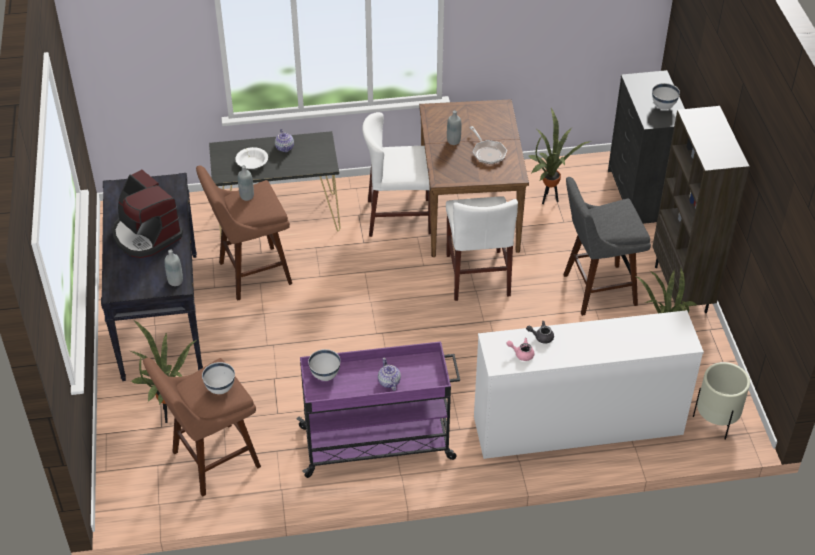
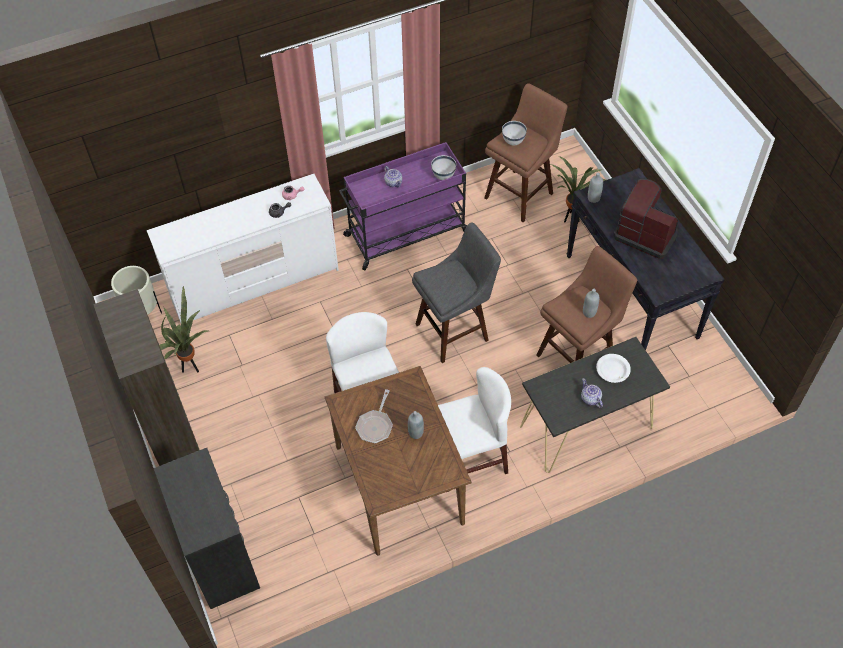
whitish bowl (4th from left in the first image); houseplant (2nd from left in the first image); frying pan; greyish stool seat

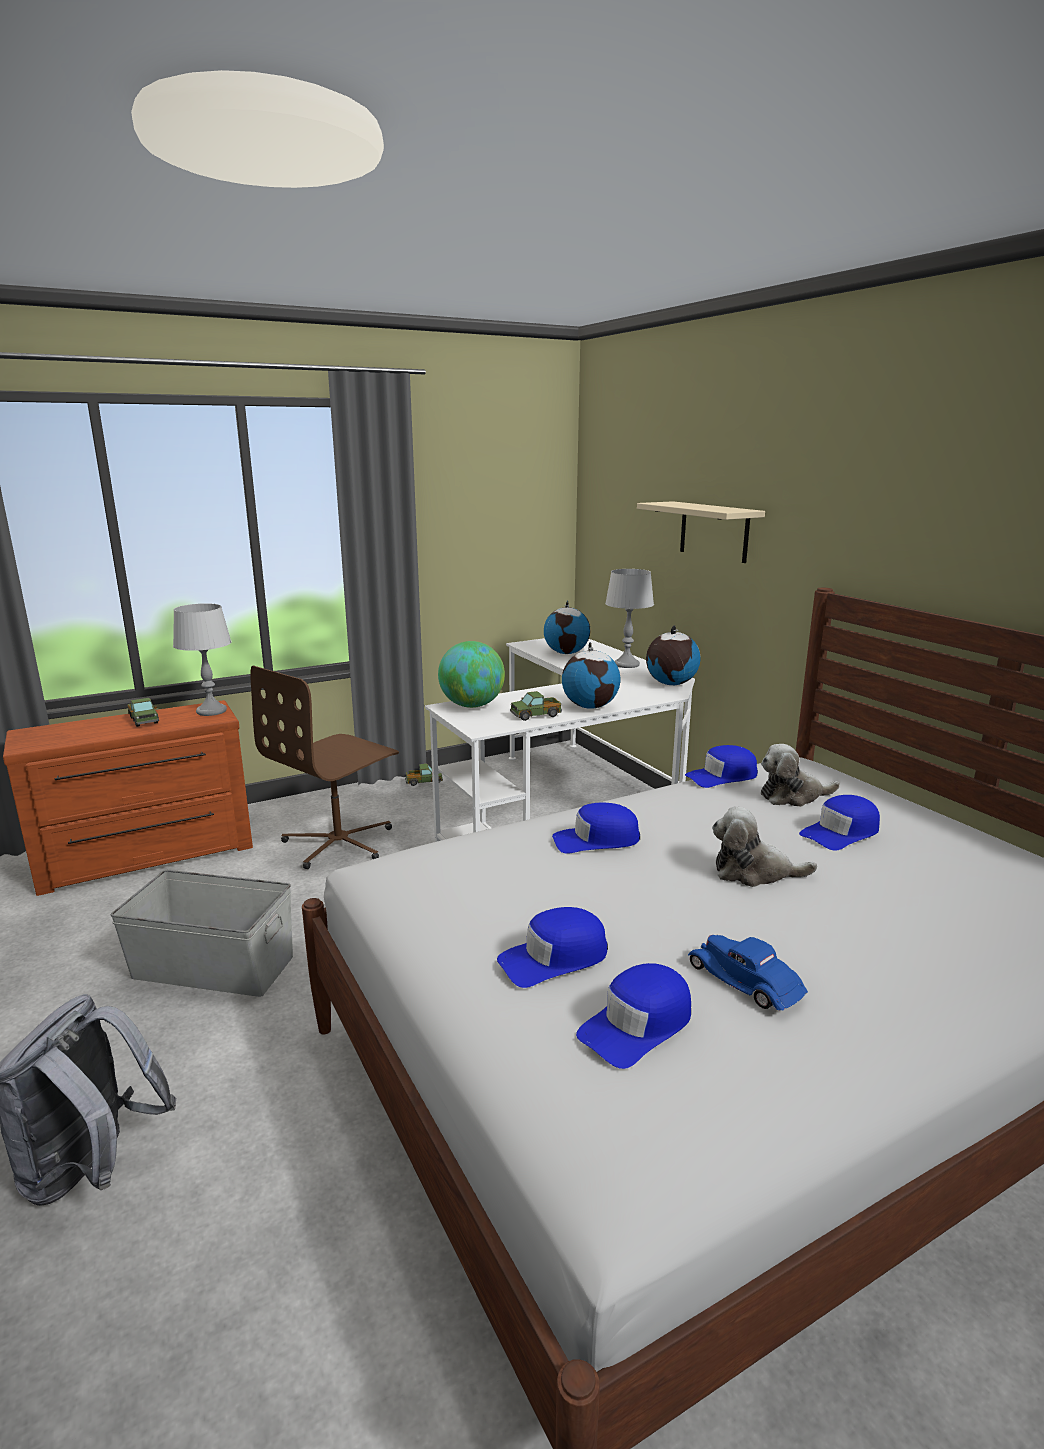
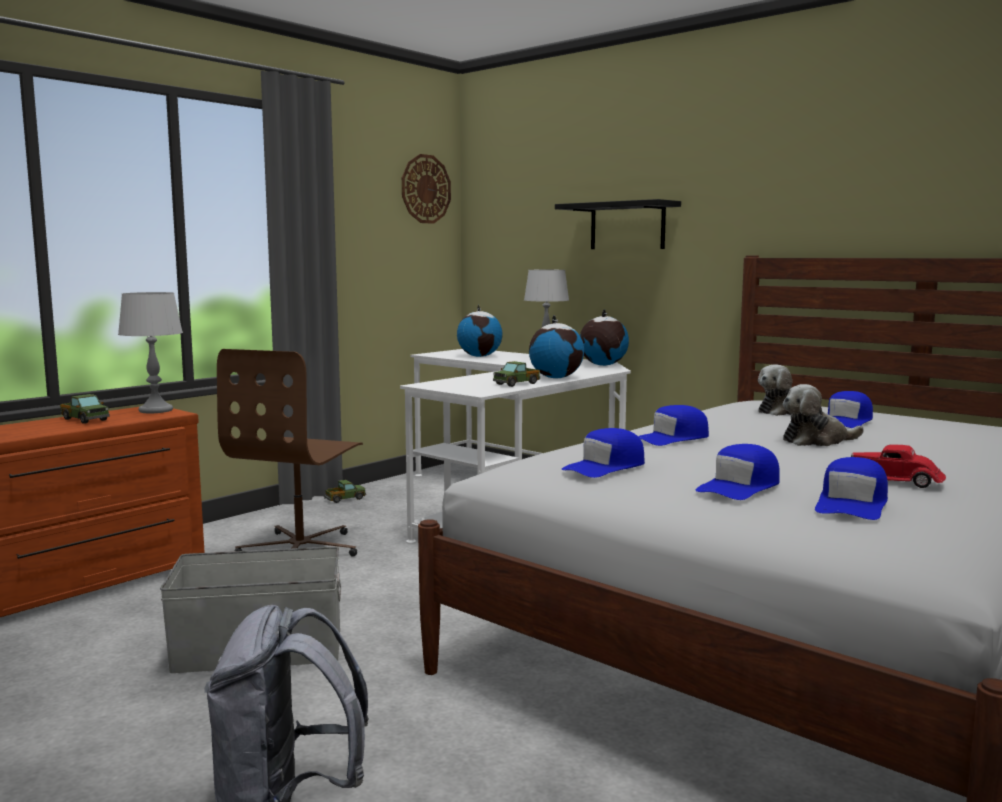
blackish wall shelf; world globe (1st from left in the first image); blue peaked cap (1st from left); reddish toy car; hanging clock

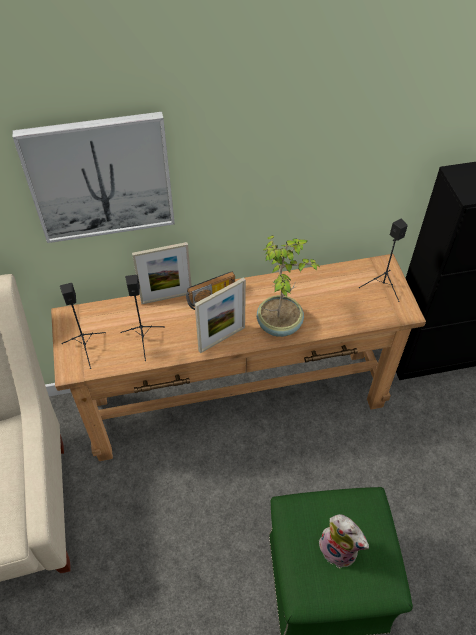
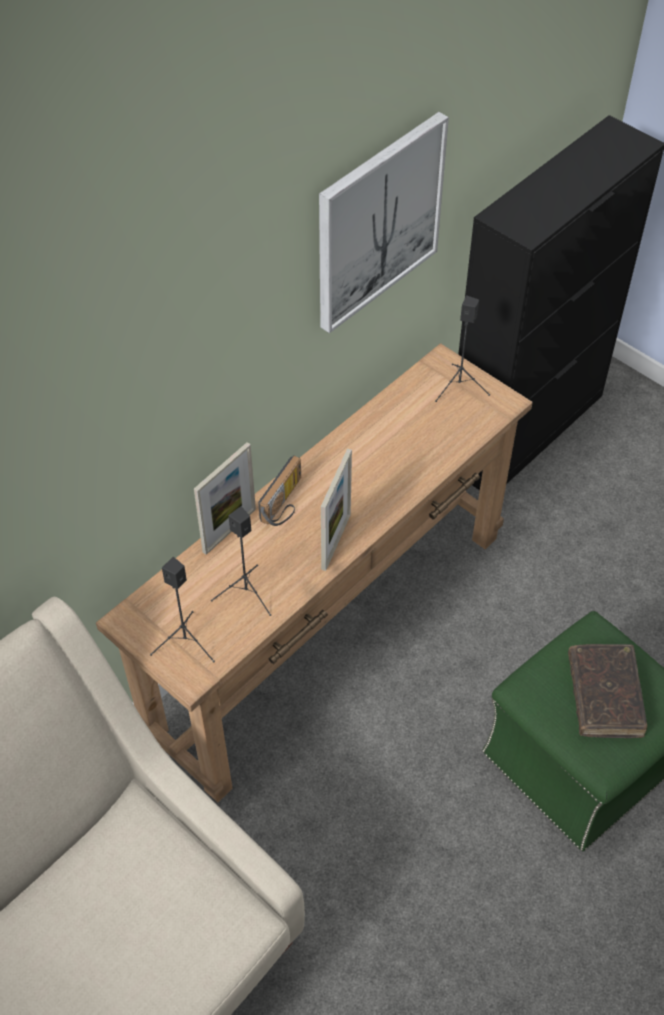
wall art; houseplant; brown-coloured book

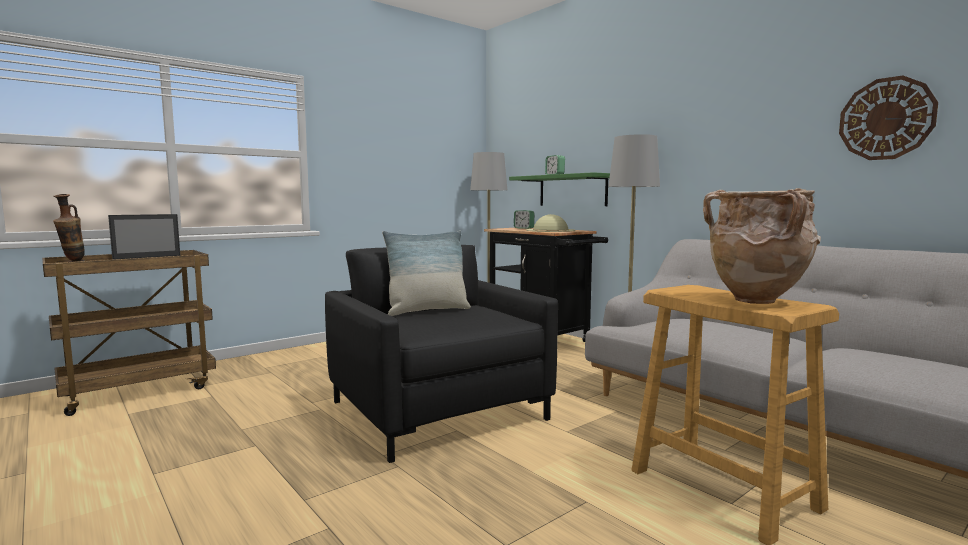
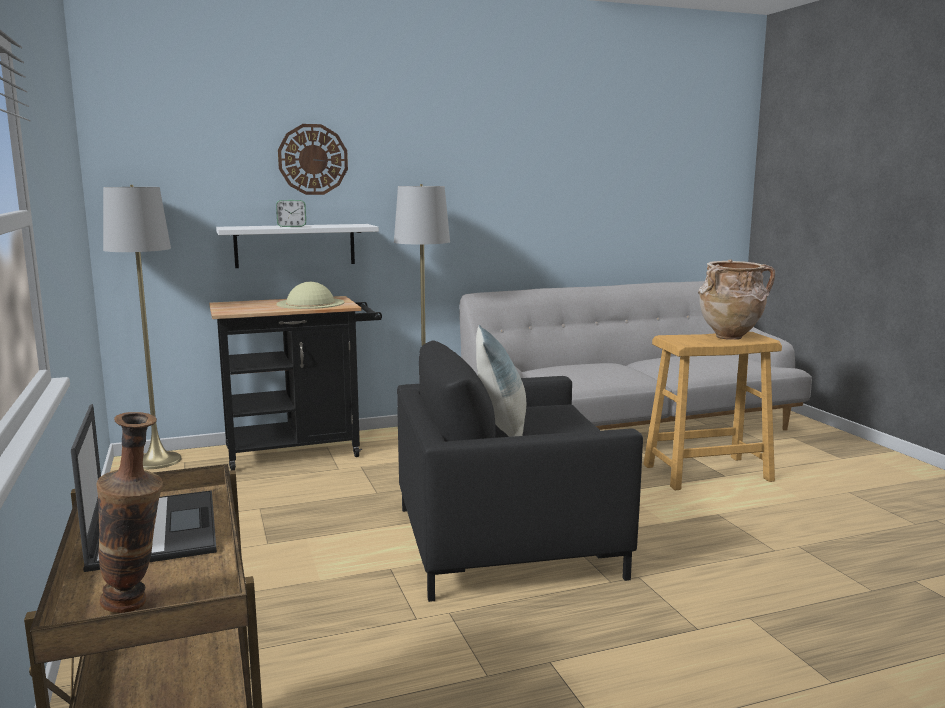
hanging clock; whitish wall shelf; table clock (1st from left in the first image)

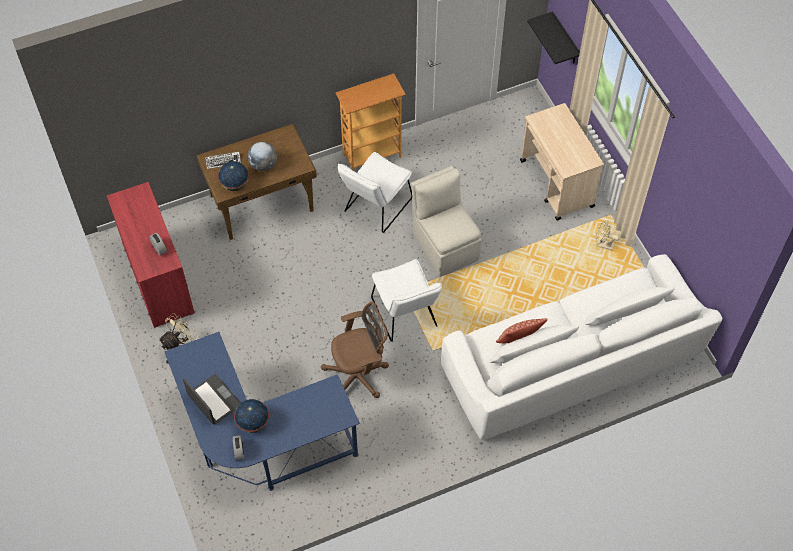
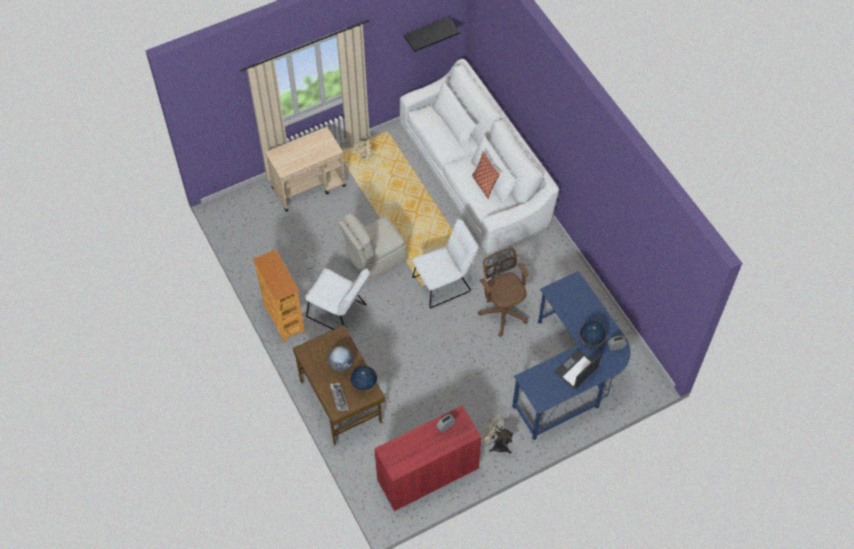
blackish wall shelf

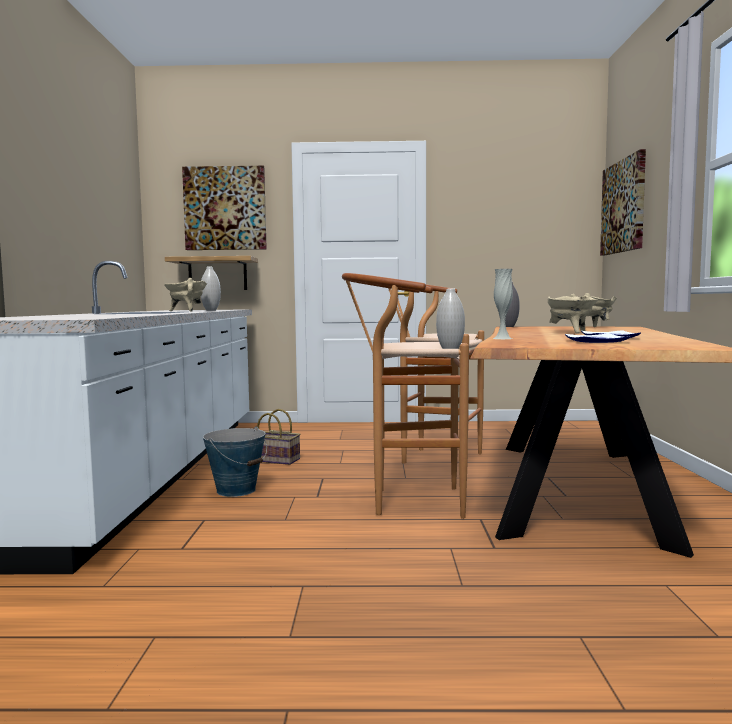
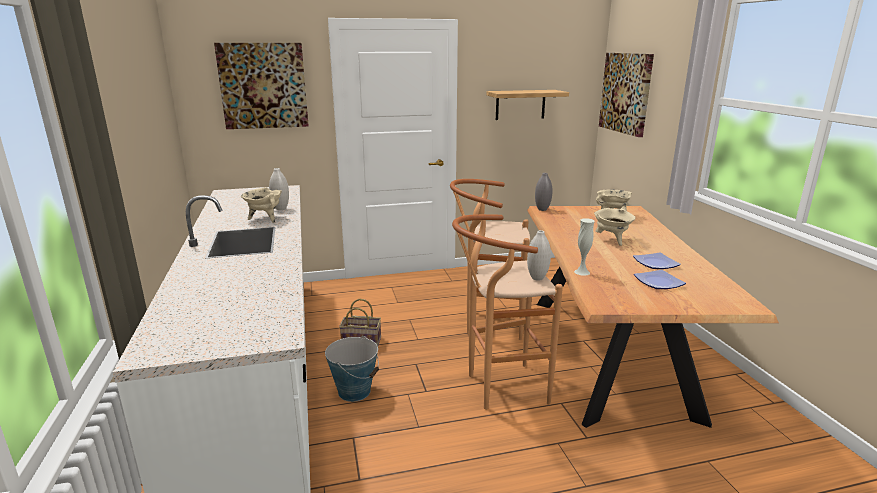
wall shelf

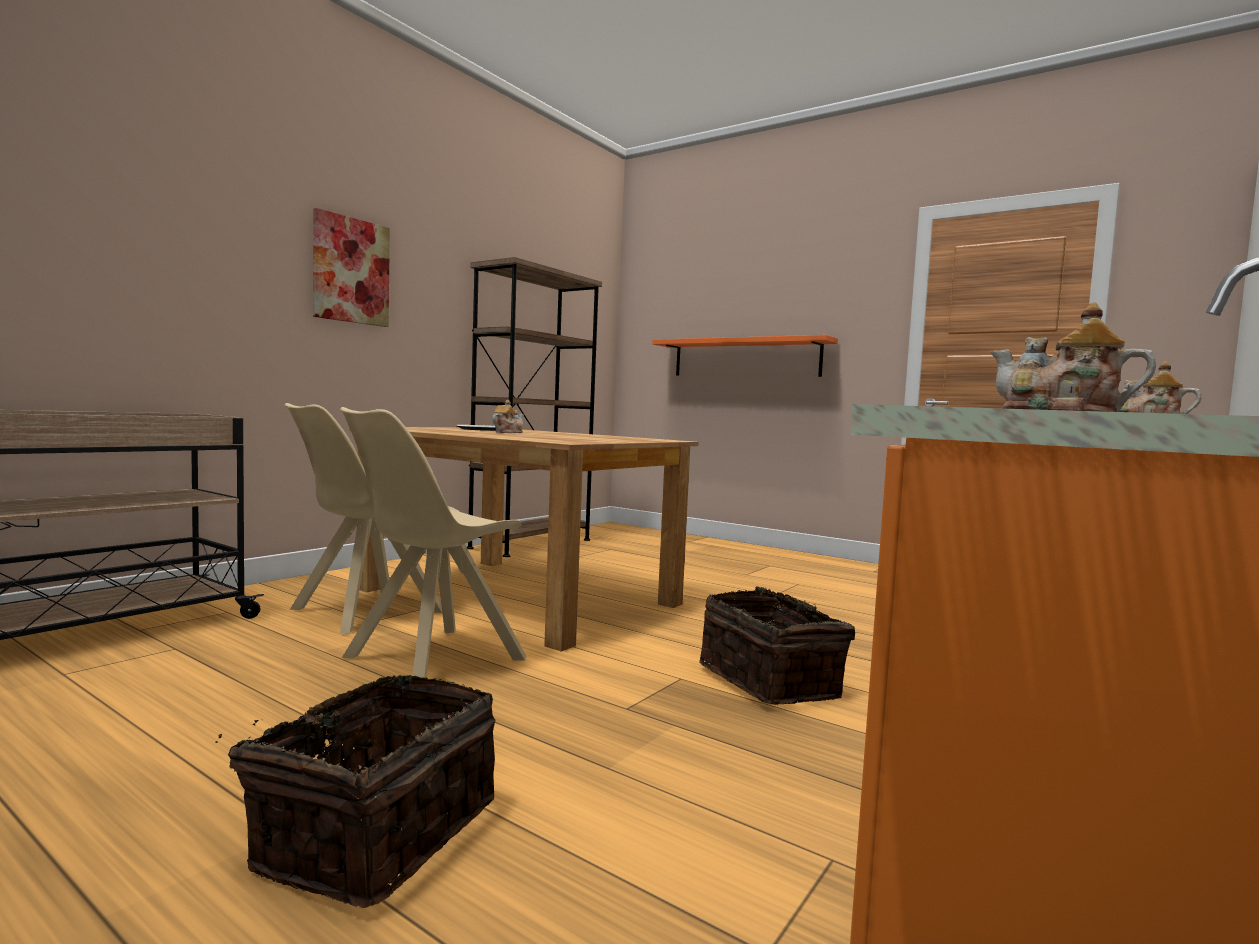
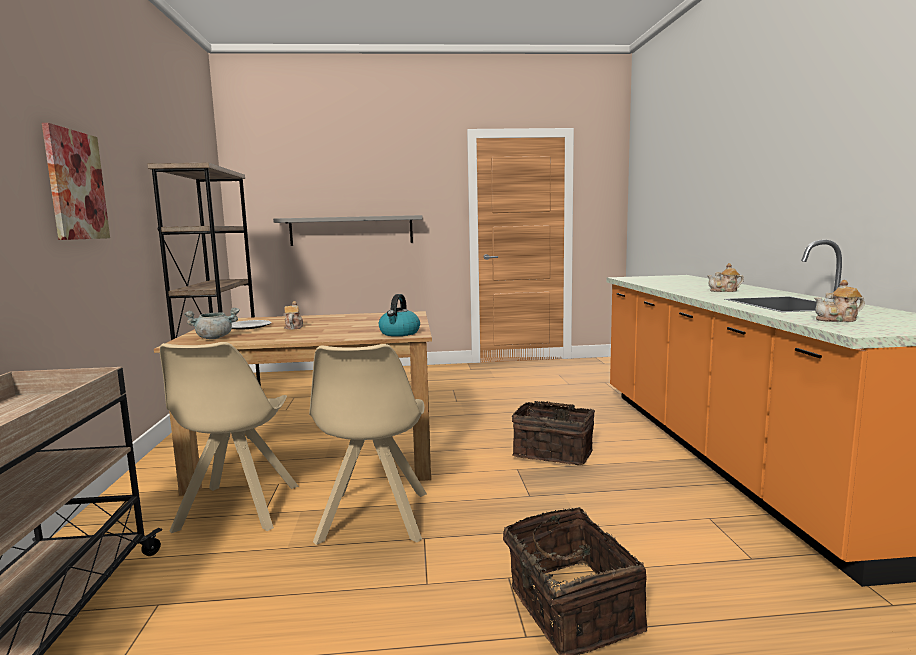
greyish wall shelf; kettle; greyish saucepot

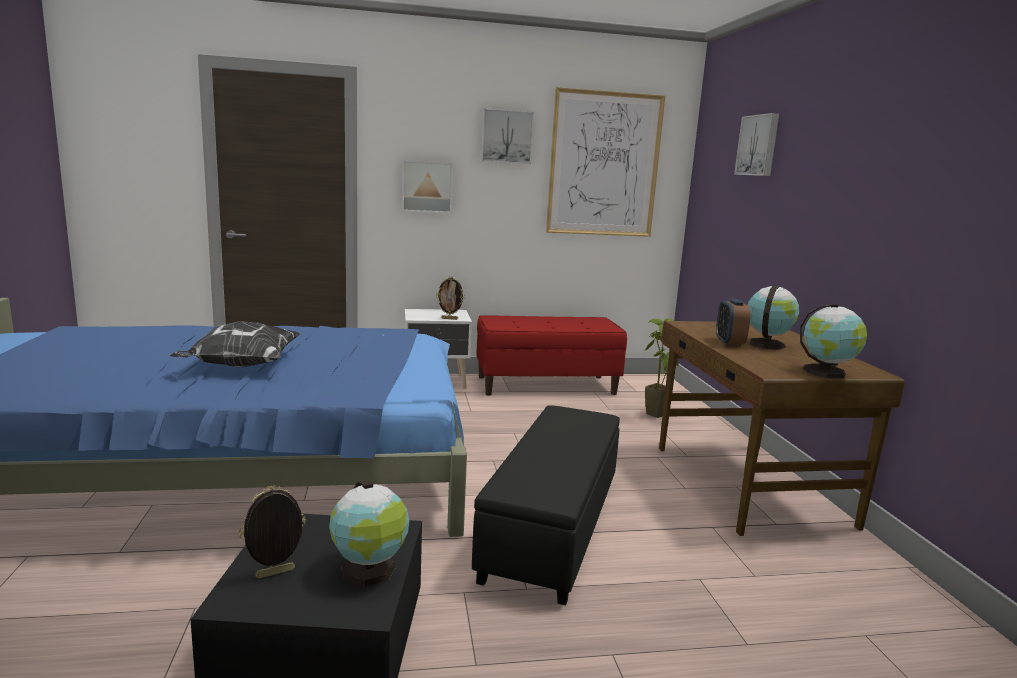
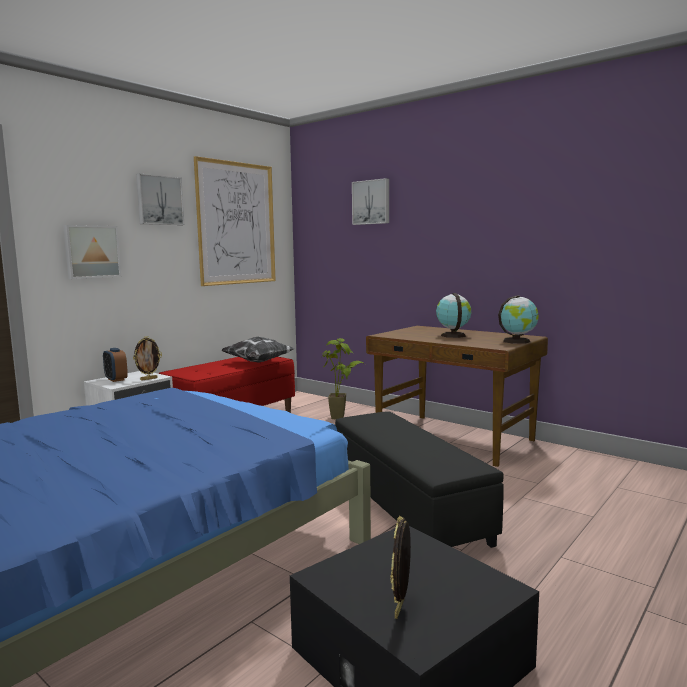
table clock; pillow; world globe (1st from left in the first image)

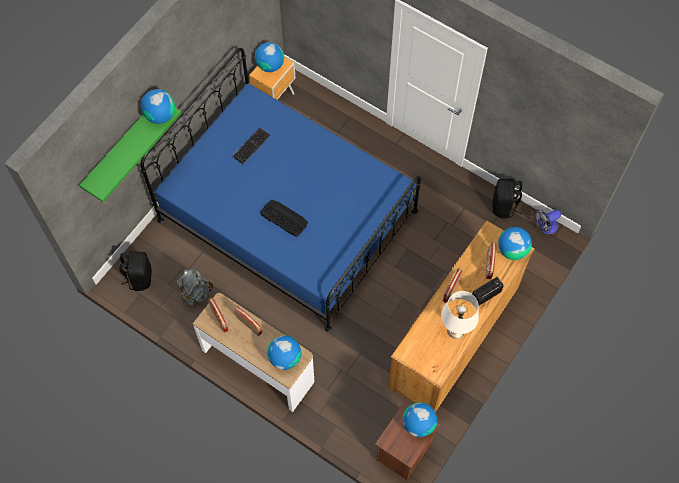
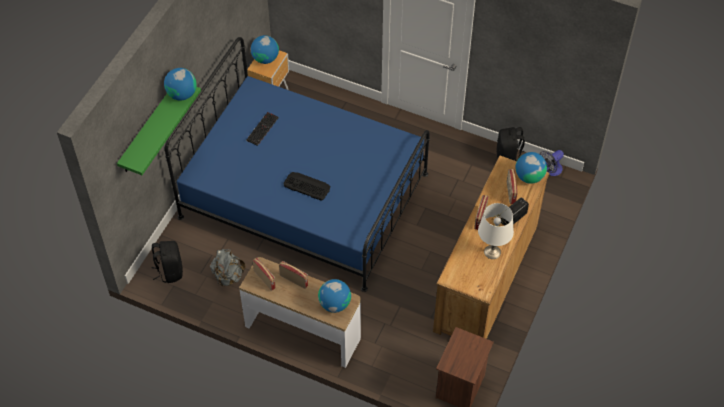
world globe (4th from left in the first image)

